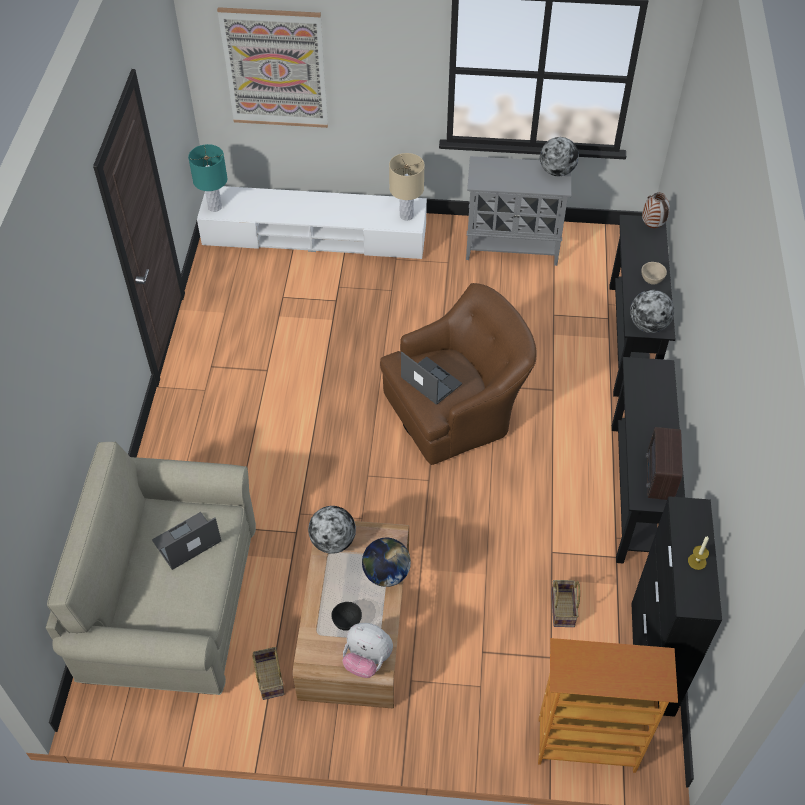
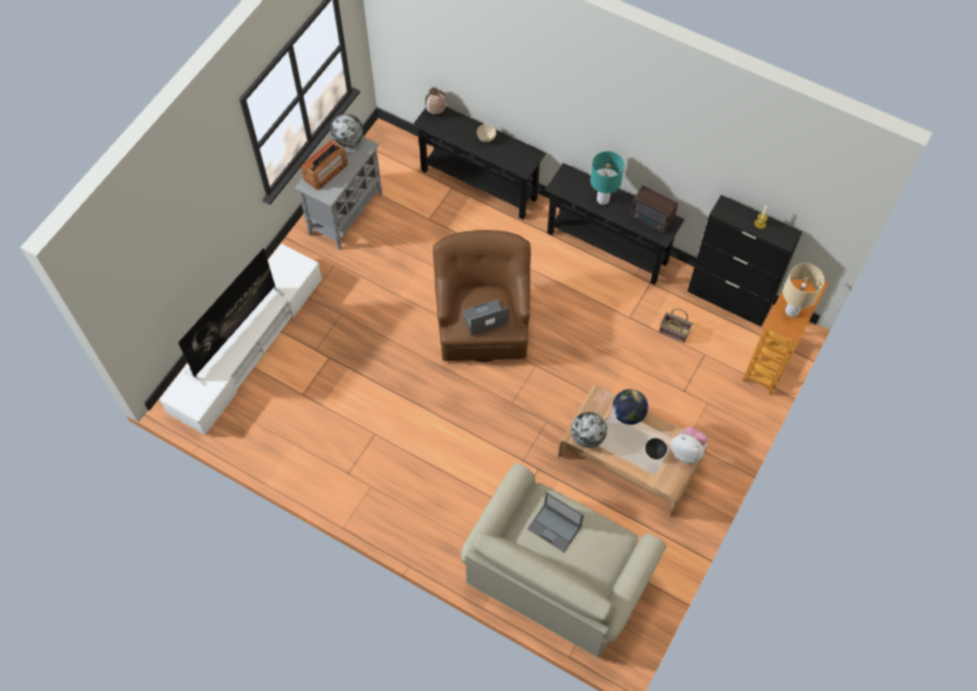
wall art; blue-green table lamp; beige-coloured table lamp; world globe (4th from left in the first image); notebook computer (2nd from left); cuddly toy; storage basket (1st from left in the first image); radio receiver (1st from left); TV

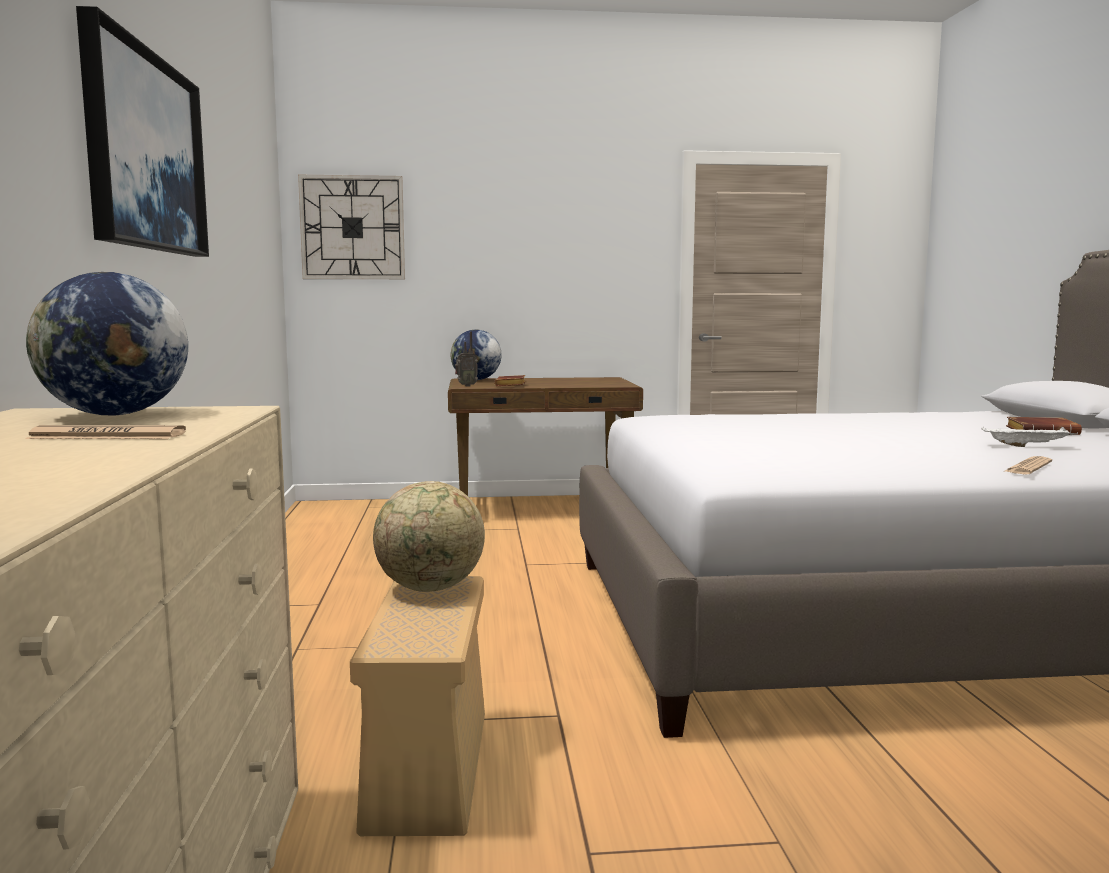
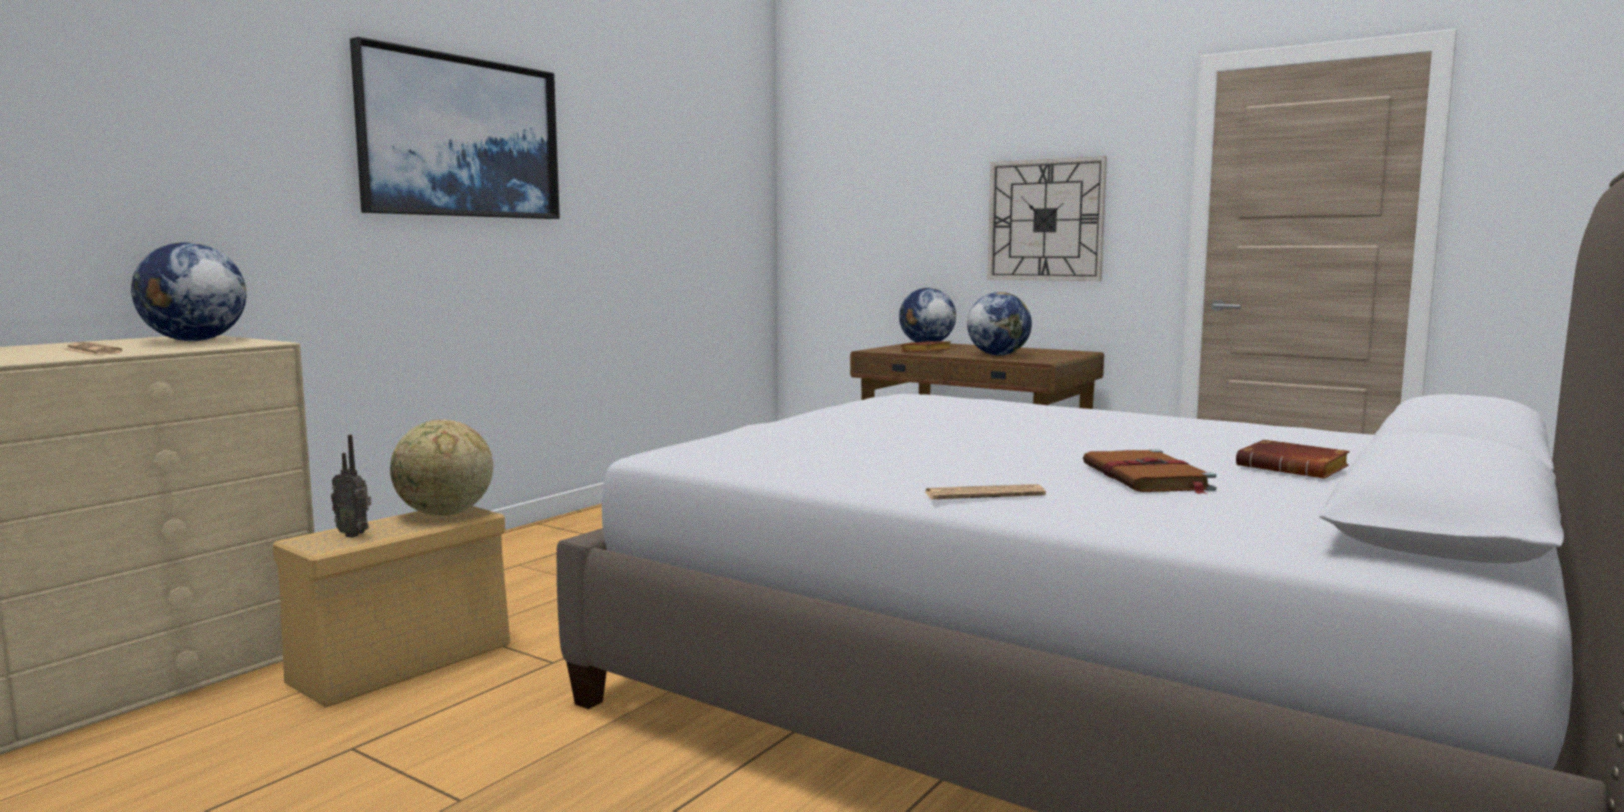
hanging clock; radio receiver; brown-coloured book (2nd from left); world globe (4th from left)

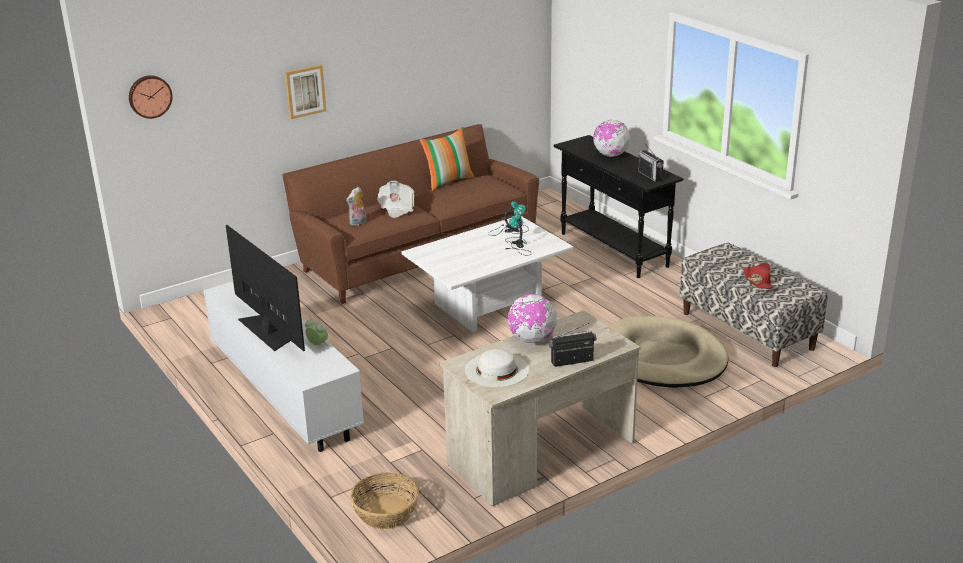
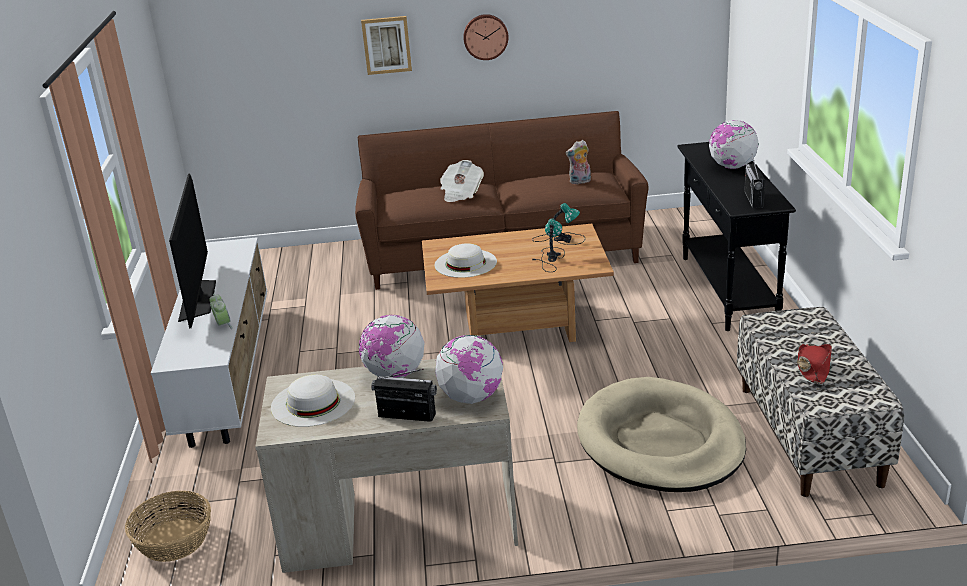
hanging clock; pillow; cuddly toy; brown-coloured low table; whitish wearable hat (2nd from left); world globe (2nd from left)

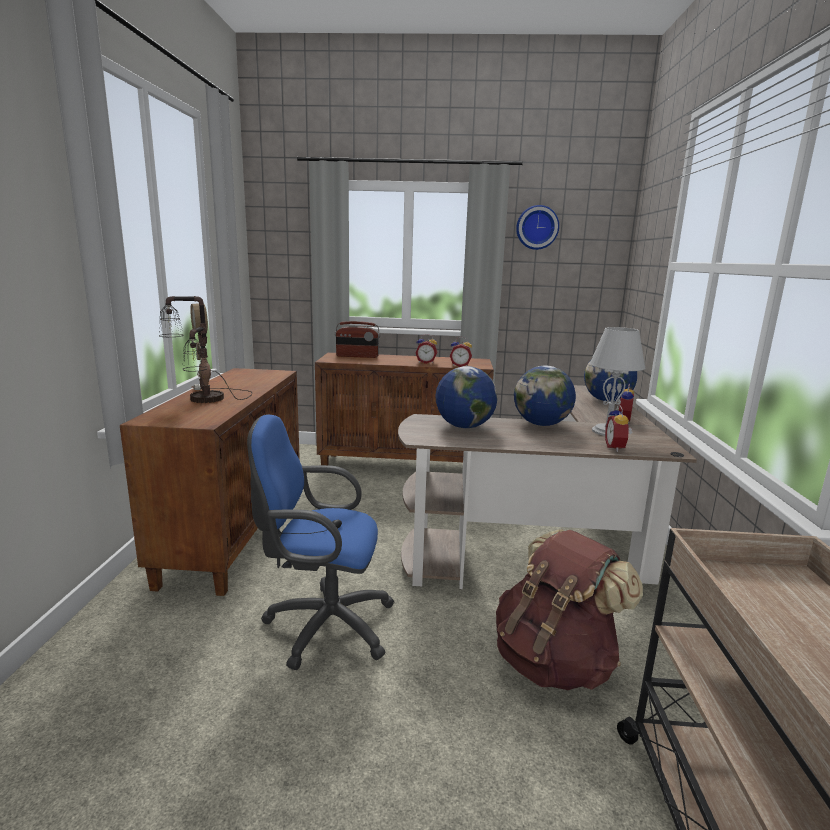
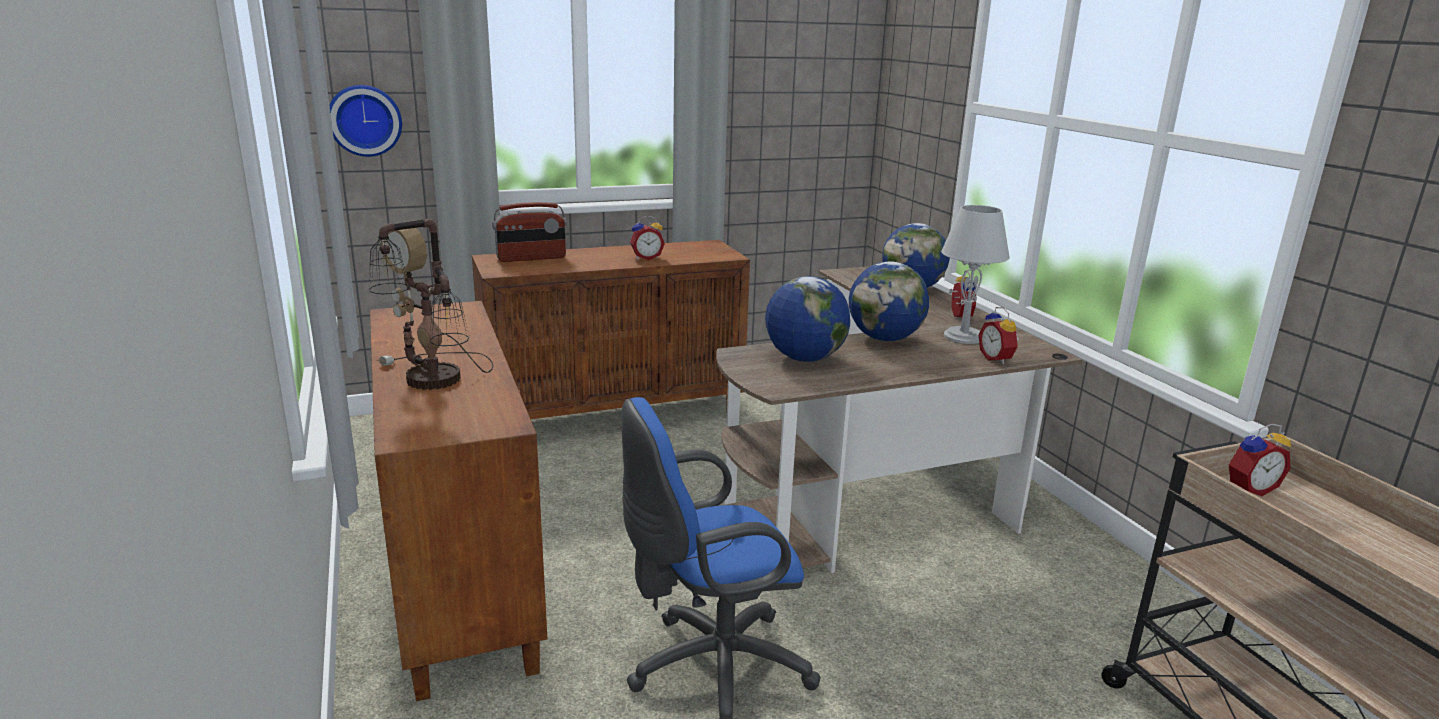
hanging clock; table clock (4th from left); brown-coloured rucksack

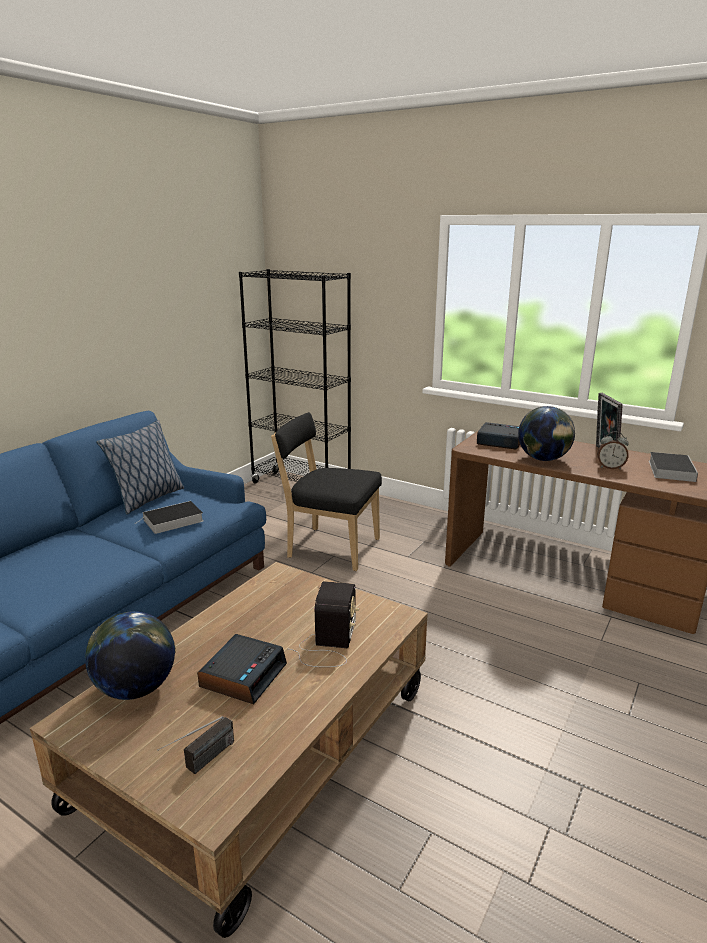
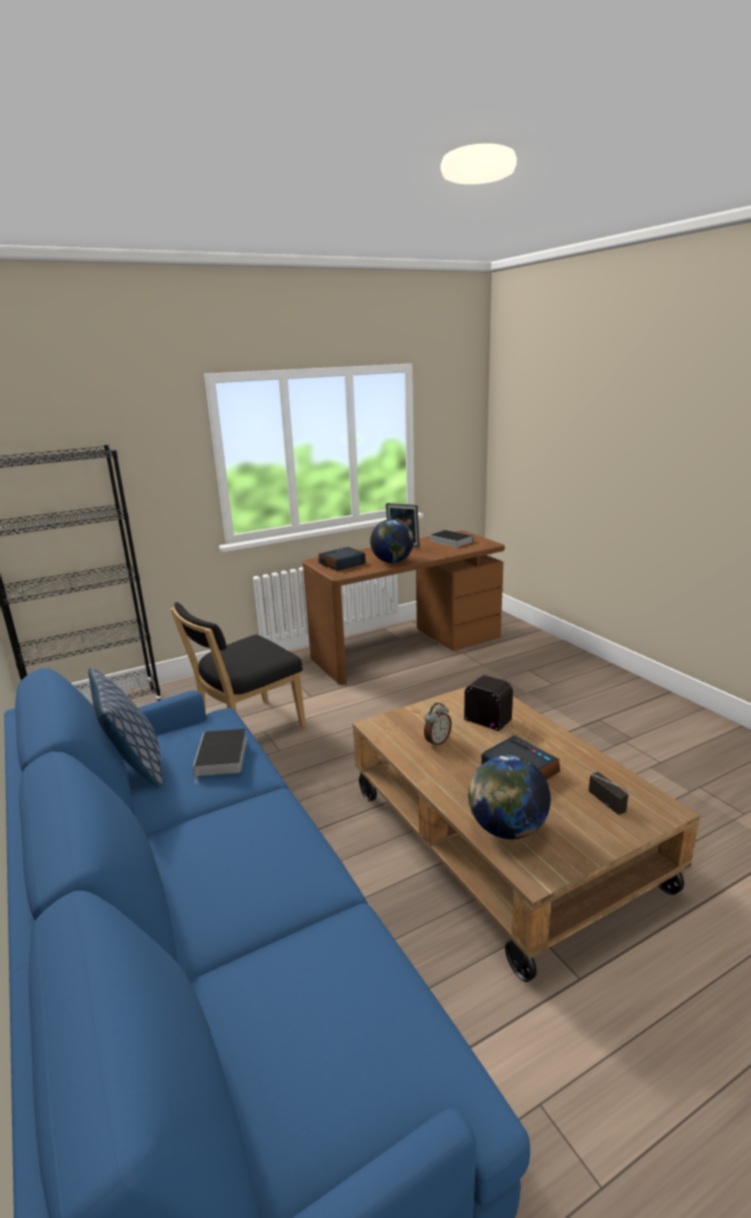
table clock (2nd from left)

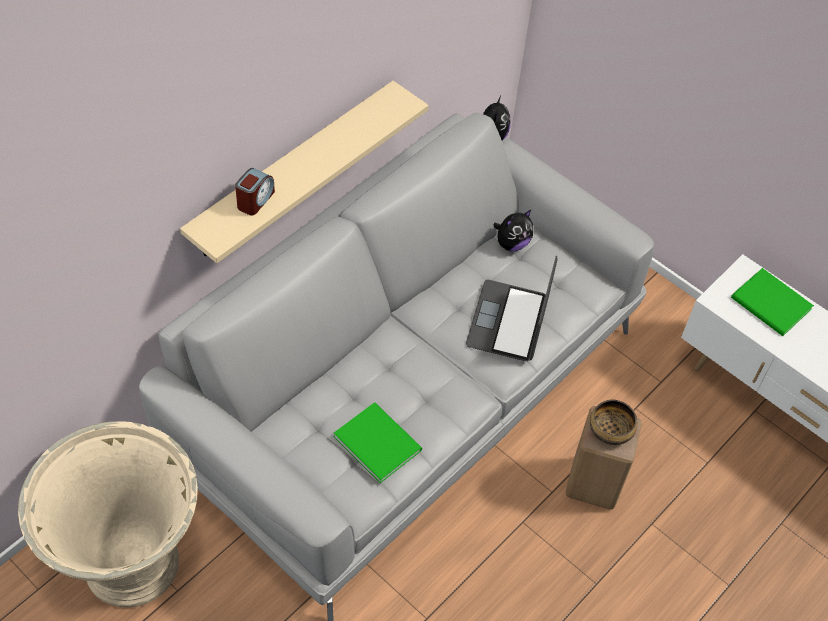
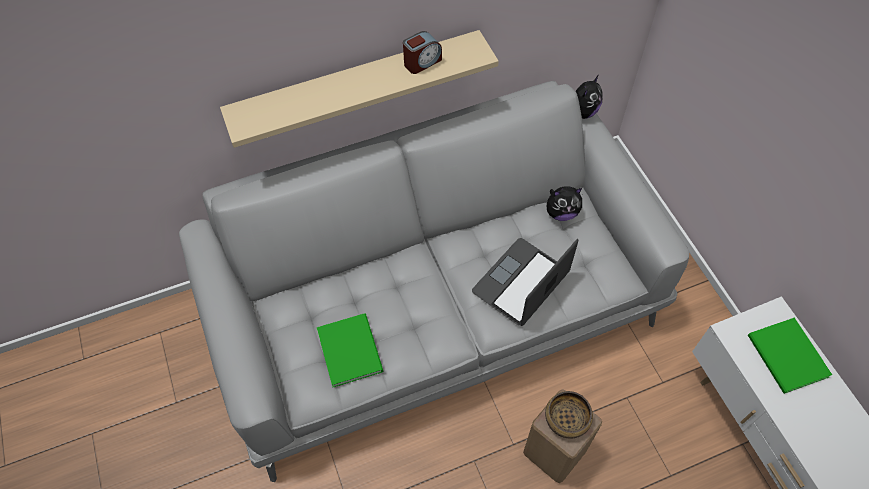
table clock; beige-coloured plant pot

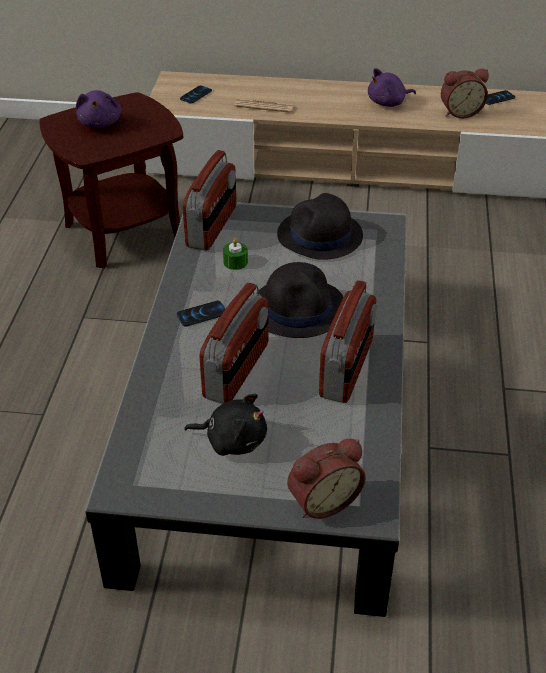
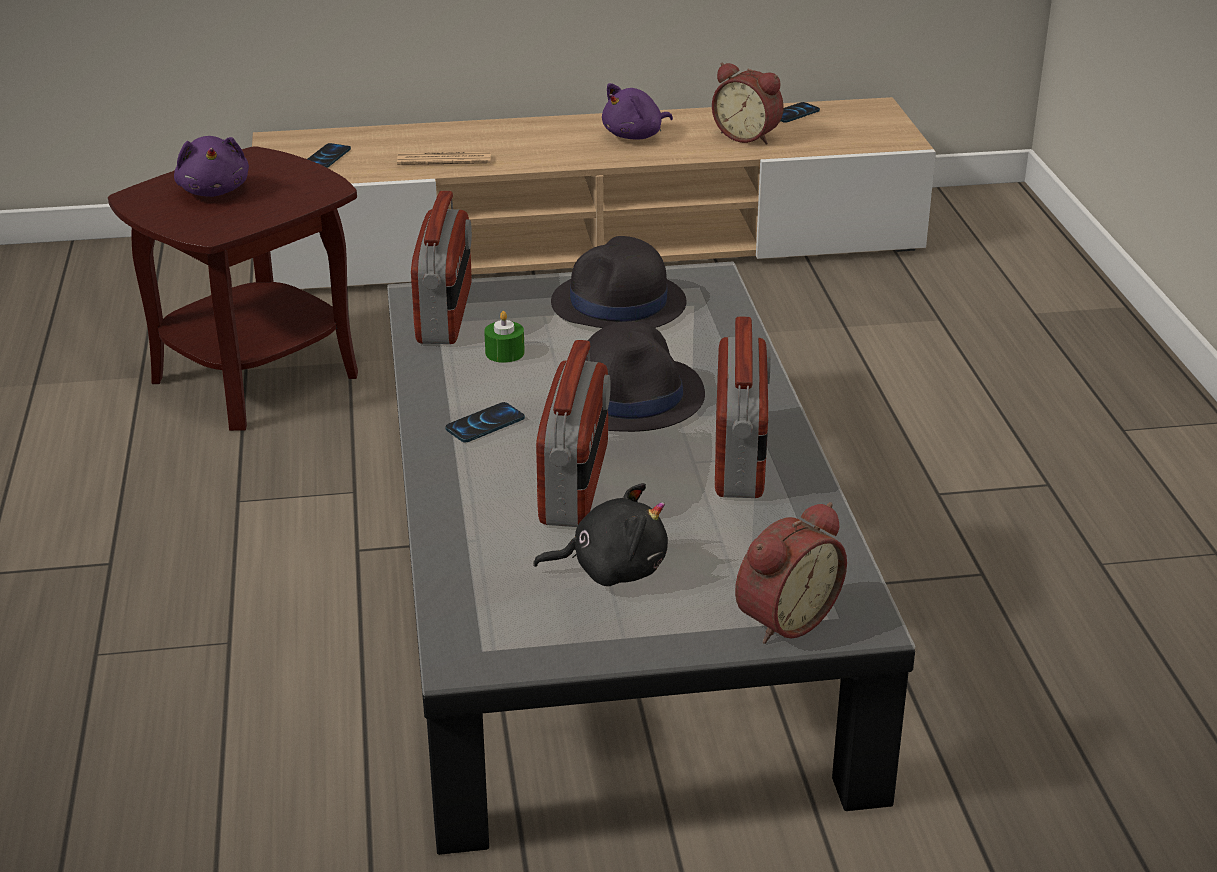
table clock (1st from left)

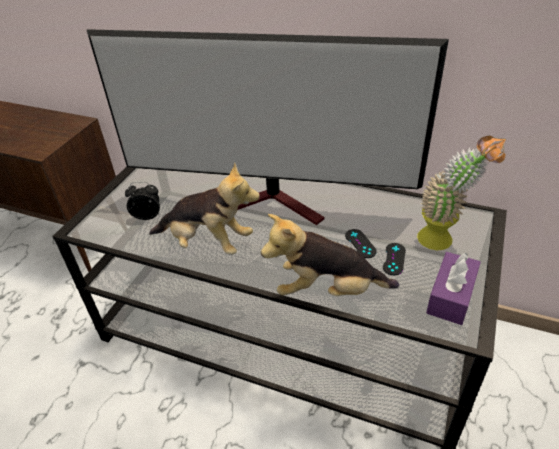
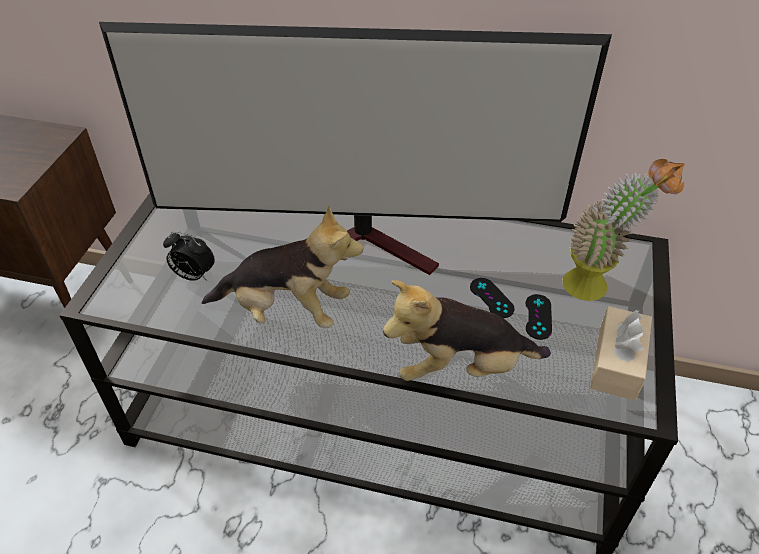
table clock; beige-coloured box of tissues

